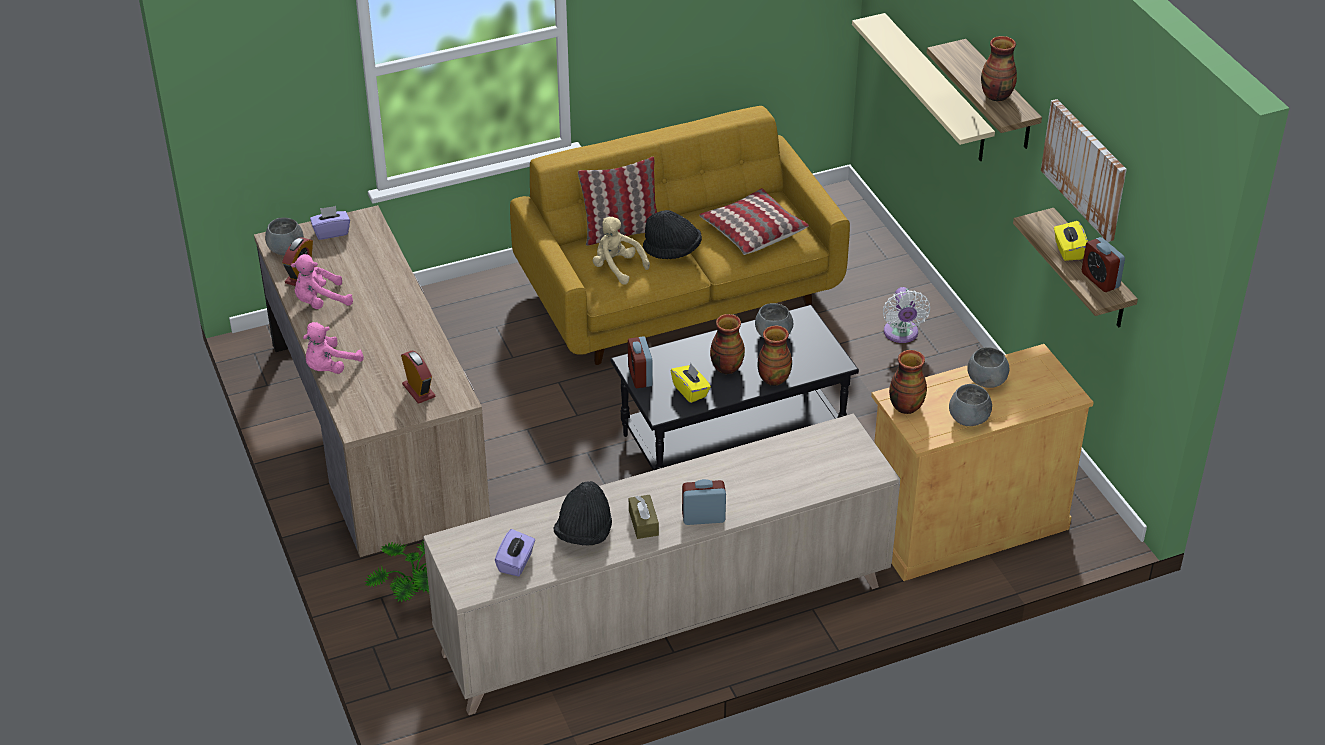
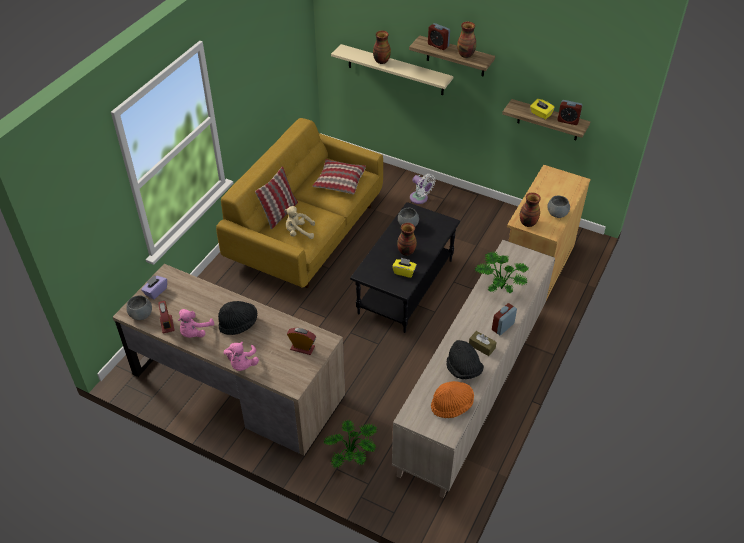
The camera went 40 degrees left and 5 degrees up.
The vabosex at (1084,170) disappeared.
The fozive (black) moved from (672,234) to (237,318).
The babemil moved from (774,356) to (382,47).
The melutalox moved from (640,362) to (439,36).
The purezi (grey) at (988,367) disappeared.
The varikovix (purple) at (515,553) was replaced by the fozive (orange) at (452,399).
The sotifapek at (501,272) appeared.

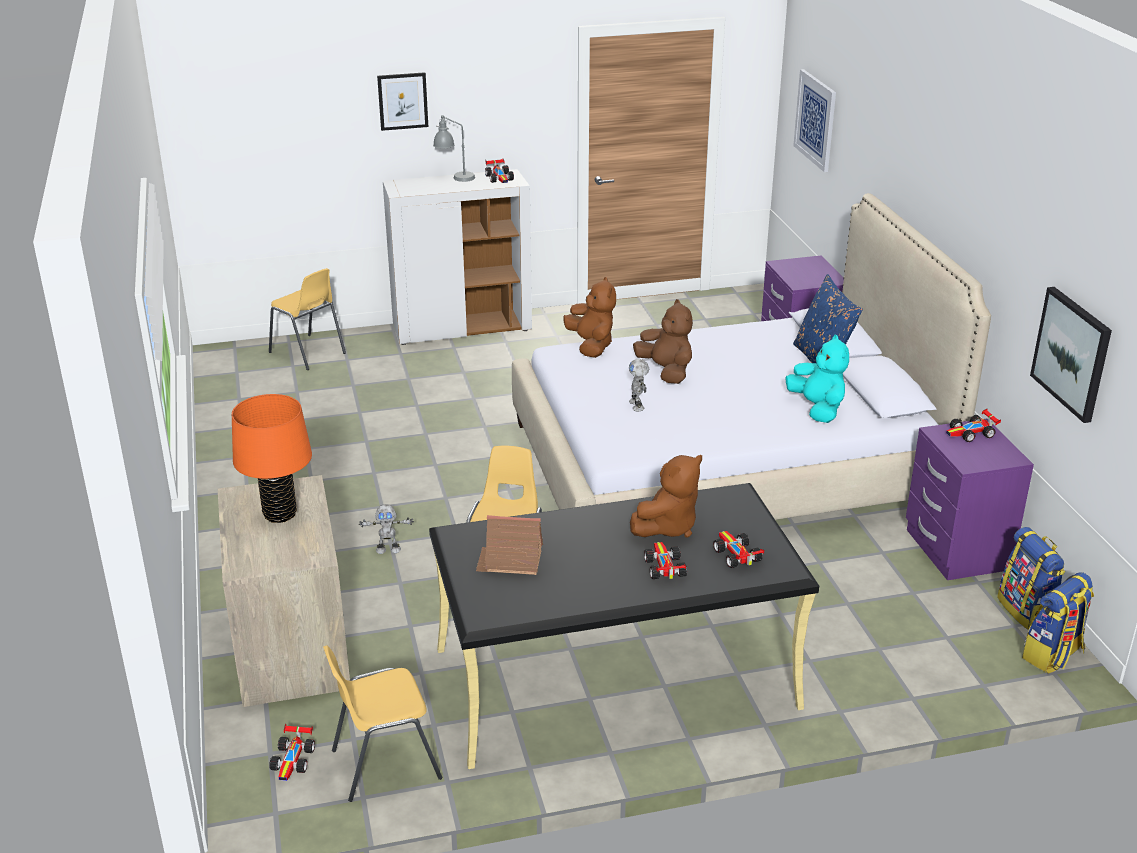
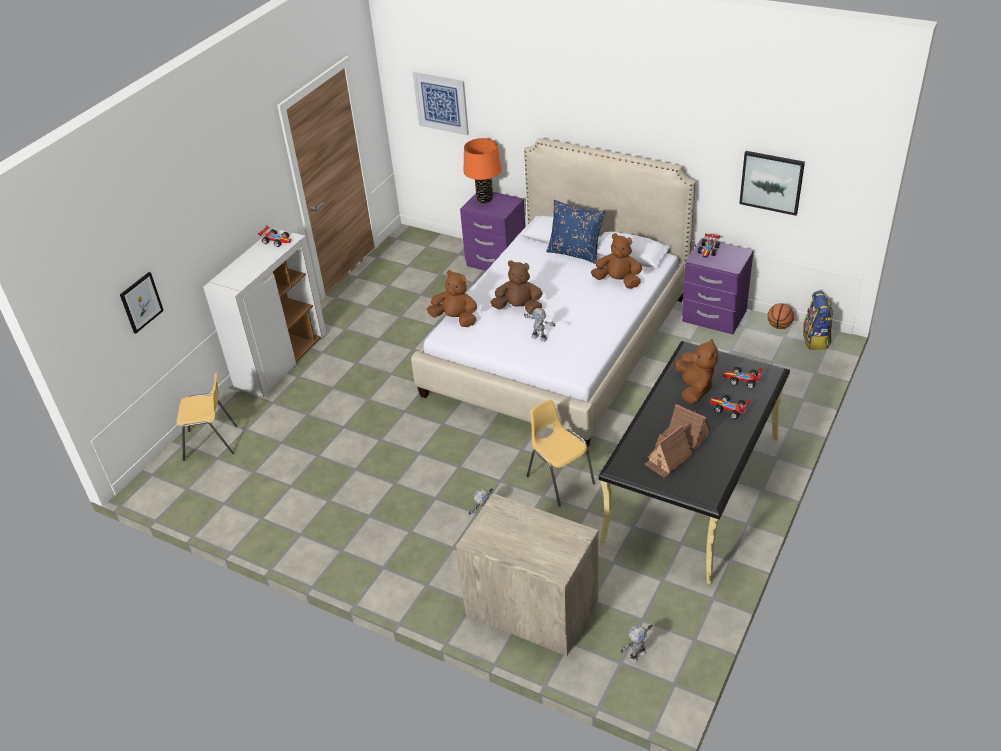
The camera went 45 degrees left and 10 degrees up.
The vabosex moved from (402,101) to (142,303).
The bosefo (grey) at (454,148) disappeared.
The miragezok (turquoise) at (817,379) became the miragezok (brown) at (616,261).
The bosefo (orange) moved from (272,458) to (483,170).
The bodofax at (1031,578) was replaced by the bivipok at (780,316).
The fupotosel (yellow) at (382,723) disappeared.
The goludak at (292,752) was replaced by the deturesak at (637,643).
The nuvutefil at (686,427) appeared.

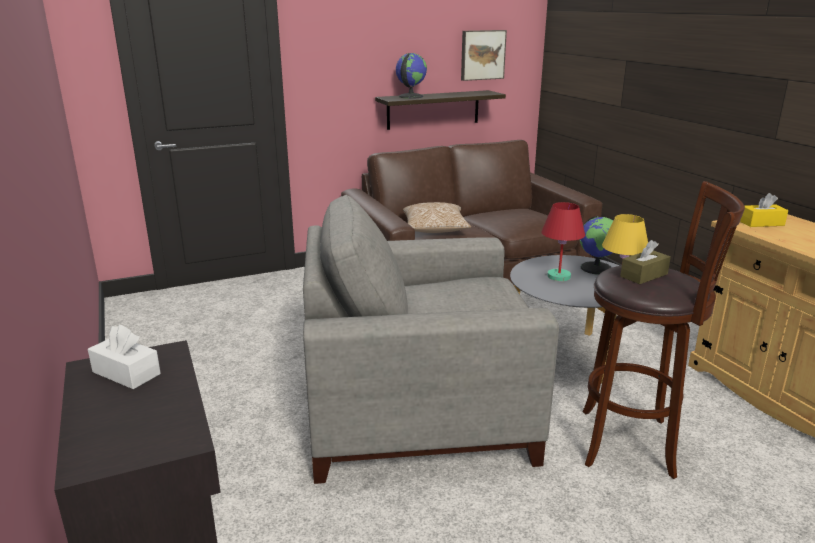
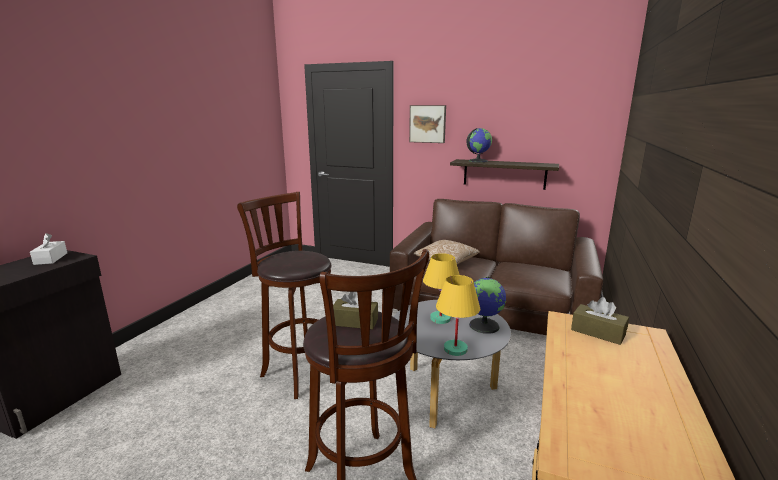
The camera went 45 degrees right and 5 degrees down.
The vabosex moved from (484,55) to (427,124).
The varikovix (yellow) at (764,210) became the varikovix (brown) at (600,321).
The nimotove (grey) at (431,339) was replaced by the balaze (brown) at (284,295).
The bosefo (red) at (563,241) became the bosefo (yellow) at (441,288).

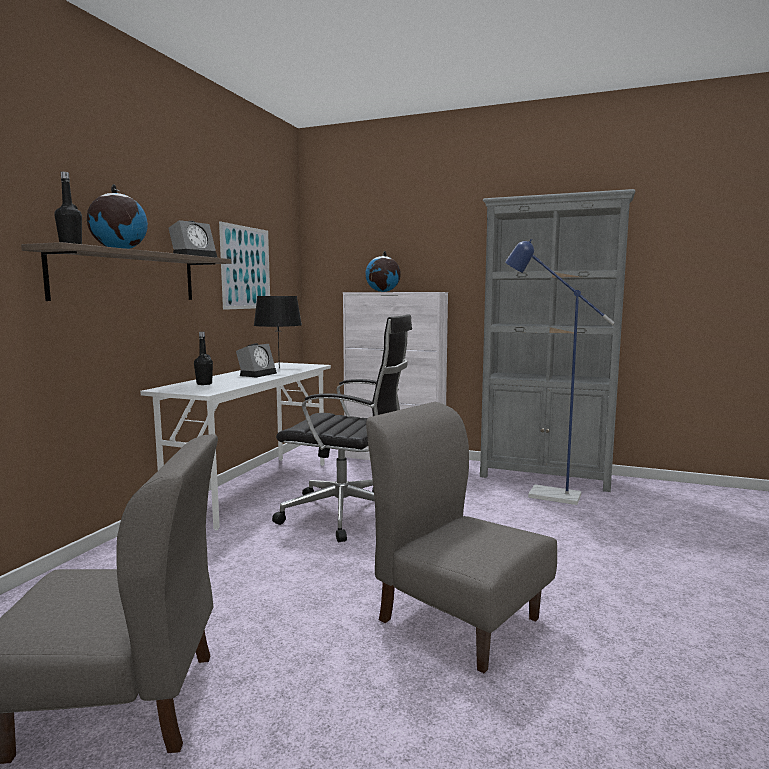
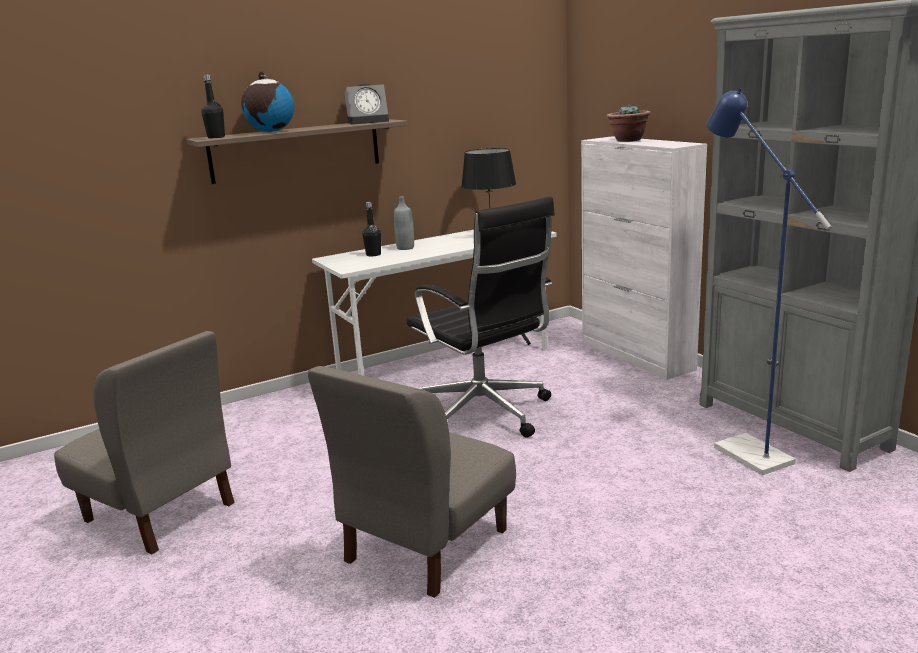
The camera went 40 degrees right and 10 degrees up.
The vabosex at (244,265) disappeared.
The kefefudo at (383,271) was replaced by the sotifapek at (628,123).
The melutalox at (256,360) disappeared.
The fupotosel (grey) at (461,537) turned 135 degrees counterclockwise.
The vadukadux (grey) at (404,223) appeared.

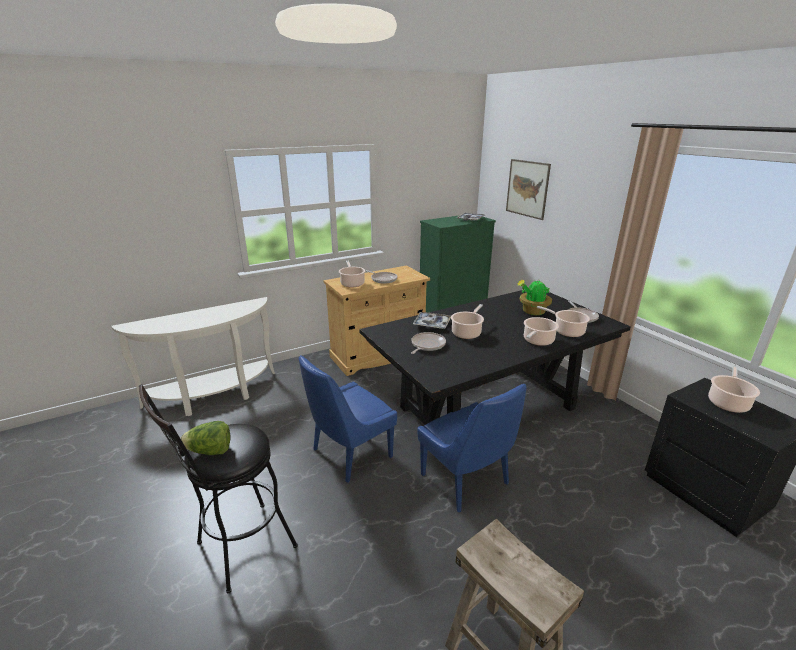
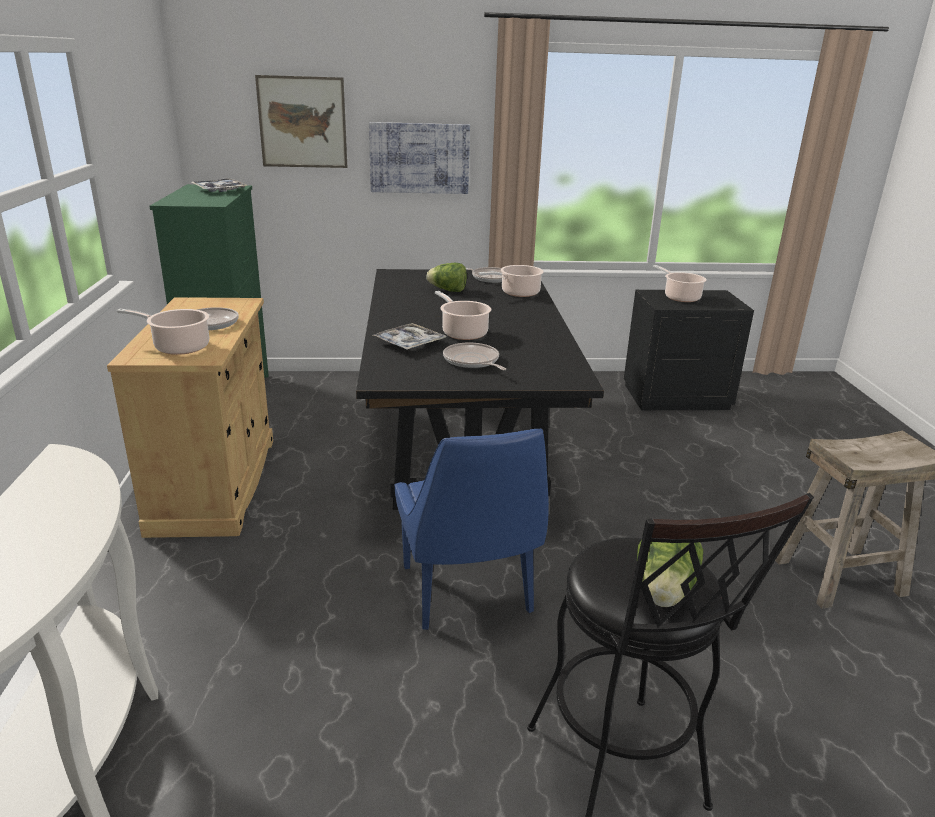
The camera went 65 degrees left and 0 degrees up.
The sotifapek at (535,296) was replaced by the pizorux at (447,277).
The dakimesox at (541,331) disappeared.
The fupotosel (blue) at (472,448) disappeared.
The vabosex at (419,158) appeared.

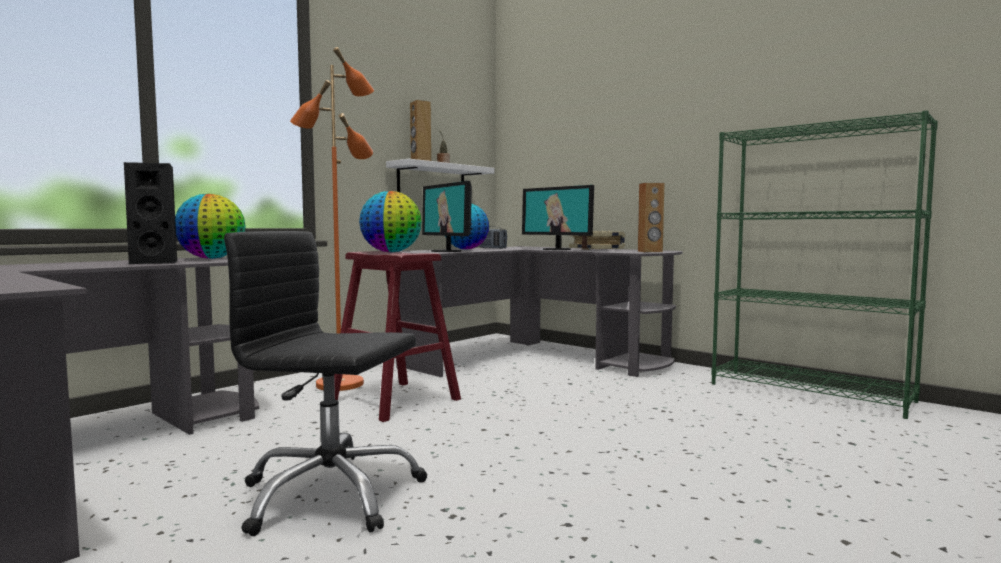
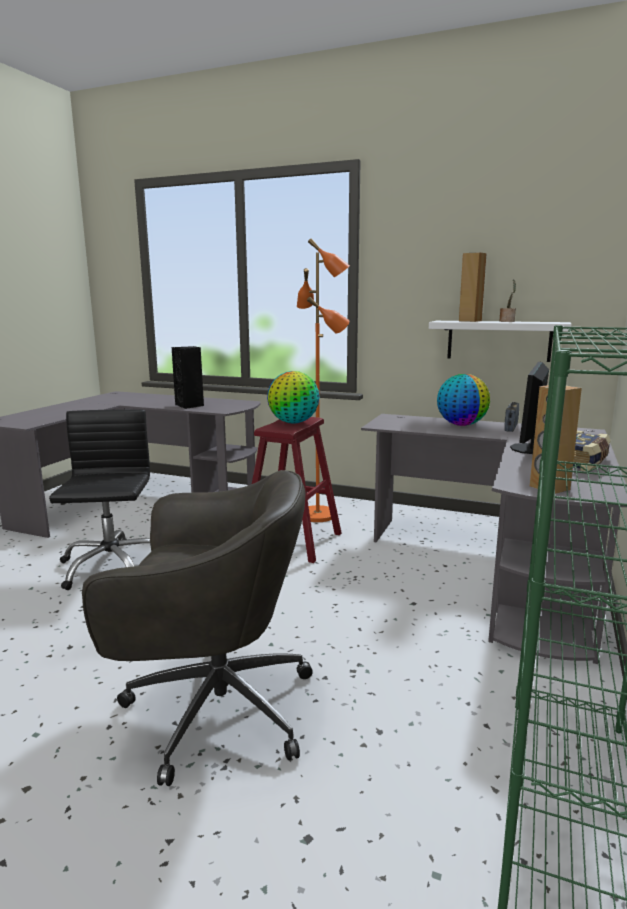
The camera went 70 degrees right and 10 degrees up.
The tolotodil at (447,216) disappeared.
The kefefudo at (210,226) disappeared.
The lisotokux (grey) at (197,628) appeared.

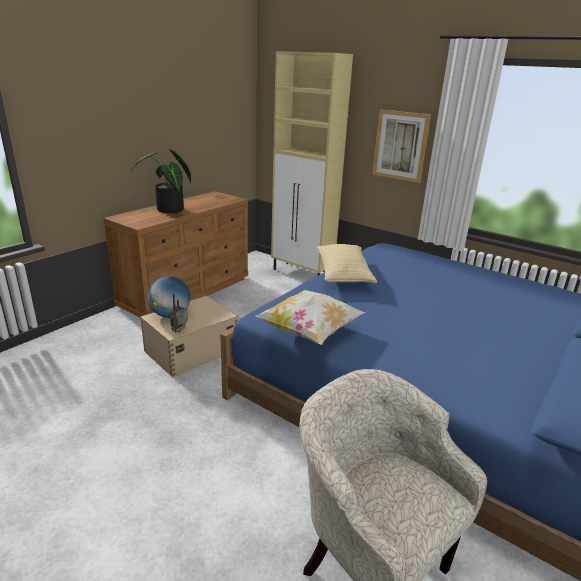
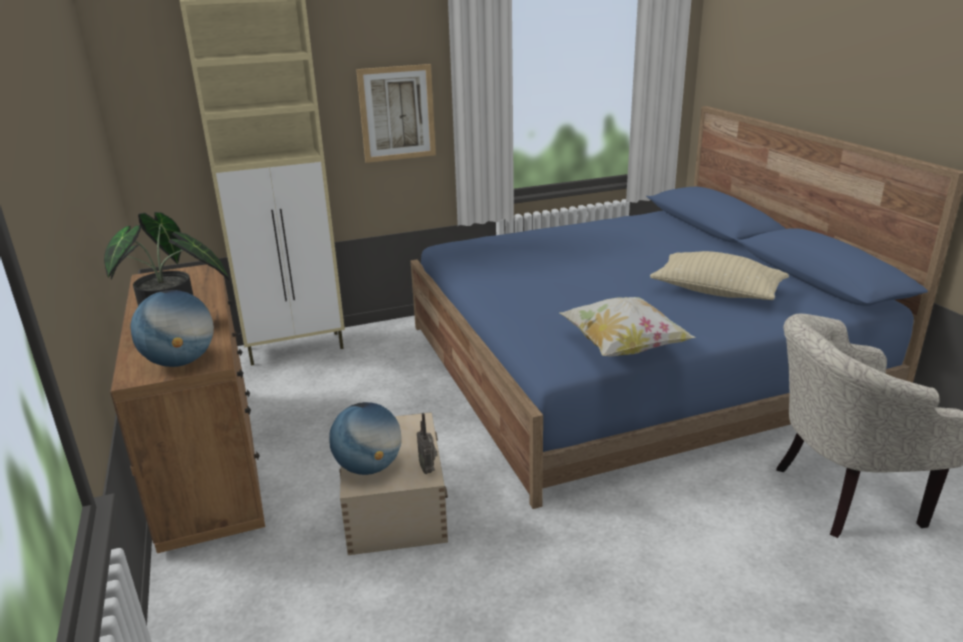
The camera went 55 degrees left and 0 degrees up.
The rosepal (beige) moved from (347,263) to (719,275).
The kefefudo at (172,328) appeared.

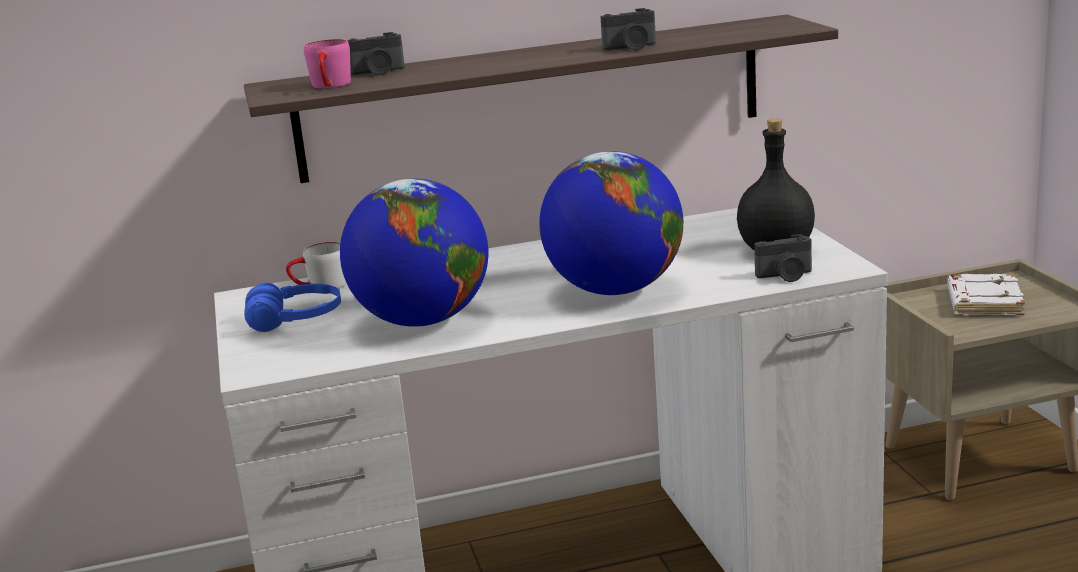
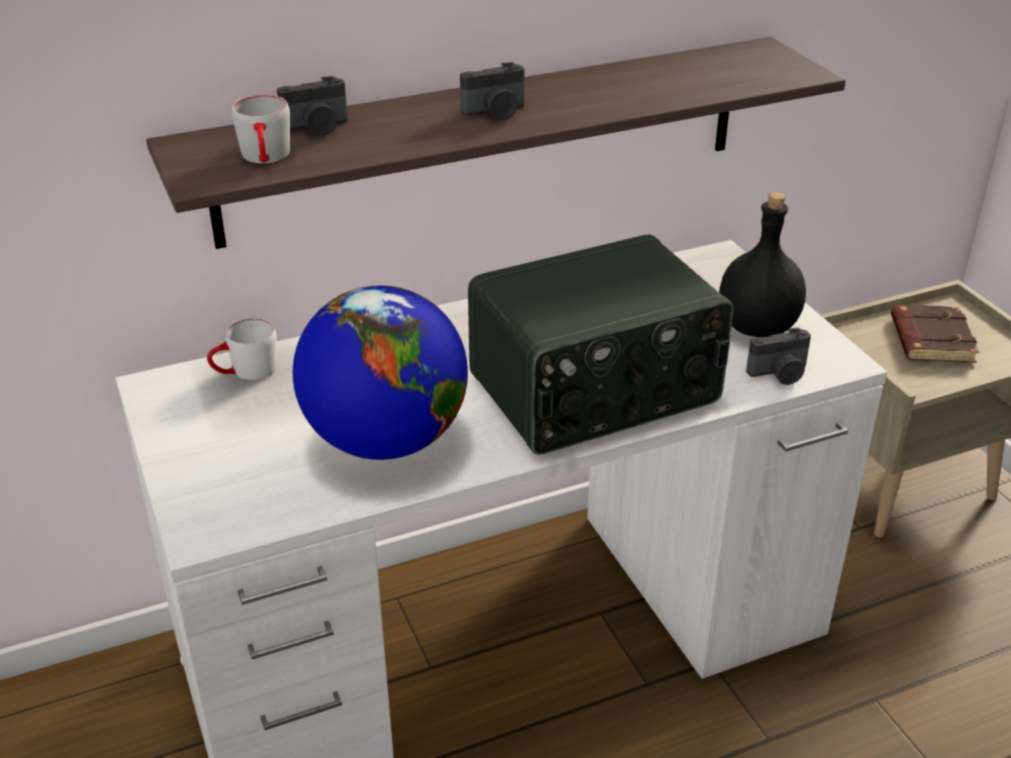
The camera went 10 degrees left and 15 degrees up.
The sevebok moved from (628,29) to (492,91).
The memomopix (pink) at (327,64) became the memomopix (grey) at (261,129).
The kefefudo at (611,223) was replaced by the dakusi at (600,344).
The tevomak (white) at (986,294) became the tevomak (brown) at (935,334).
The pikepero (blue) at (292,307) disappeared.

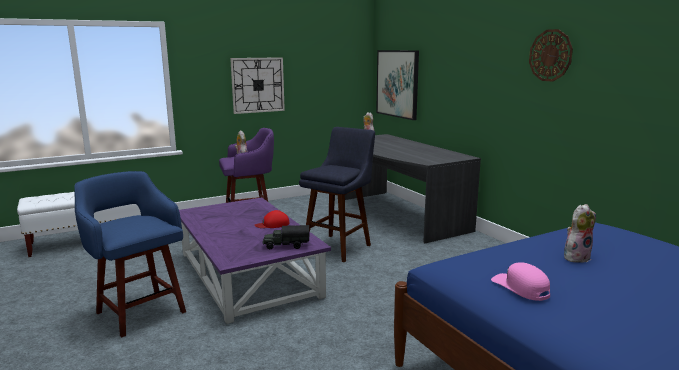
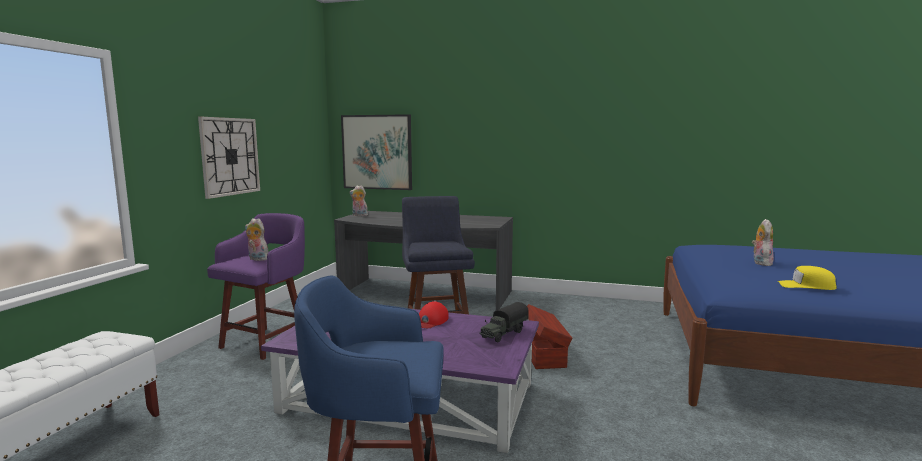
The camera went 45 degrees left and 5 degrees down.
The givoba at (551,55) disappeared.
The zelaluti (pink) at (520,281) became the zelaluti (yellow) at (807,278).
The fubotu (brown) at (550,336) appeared.

